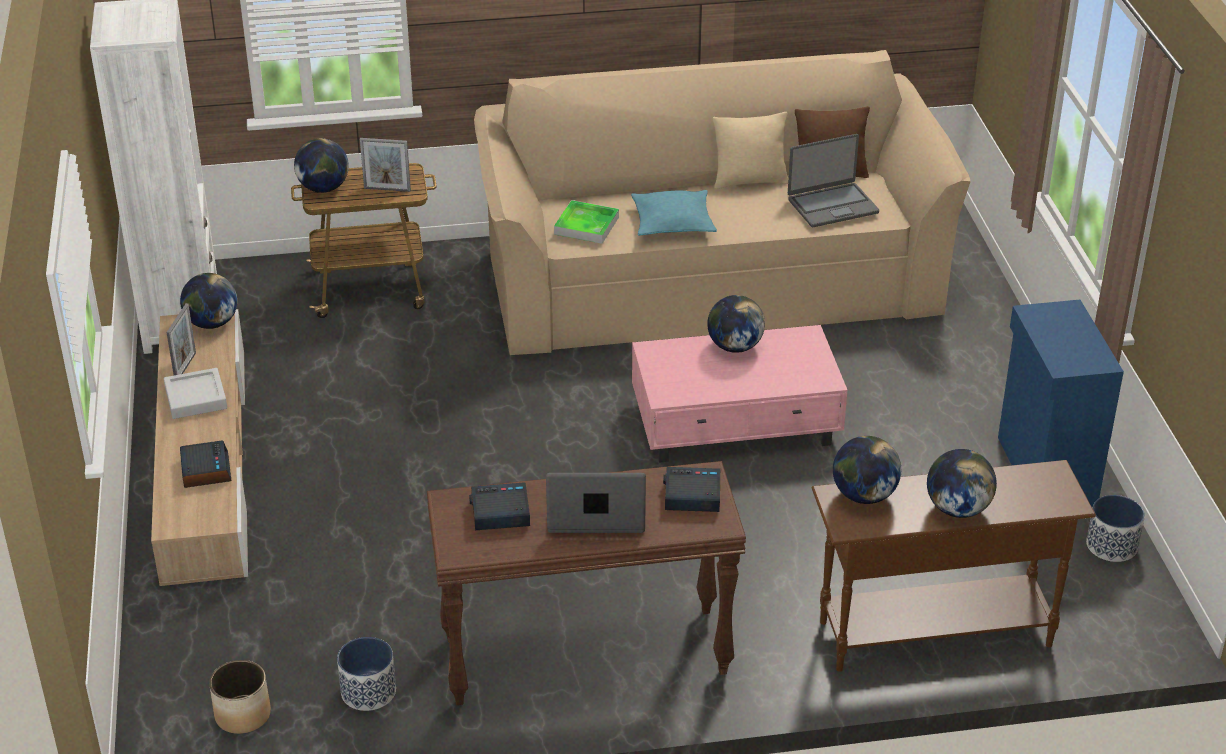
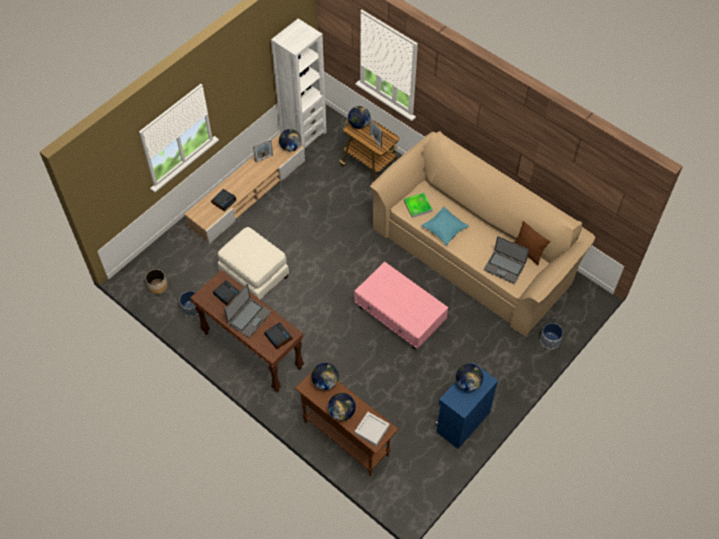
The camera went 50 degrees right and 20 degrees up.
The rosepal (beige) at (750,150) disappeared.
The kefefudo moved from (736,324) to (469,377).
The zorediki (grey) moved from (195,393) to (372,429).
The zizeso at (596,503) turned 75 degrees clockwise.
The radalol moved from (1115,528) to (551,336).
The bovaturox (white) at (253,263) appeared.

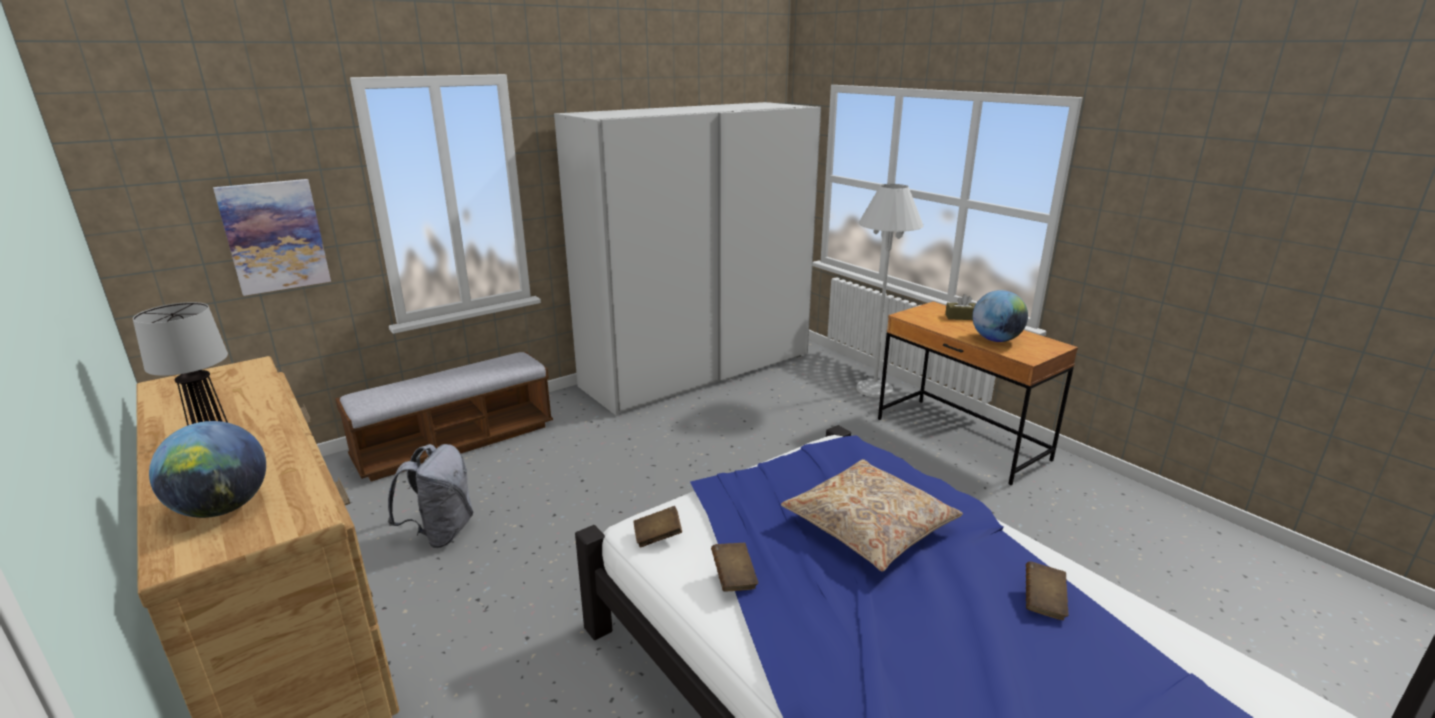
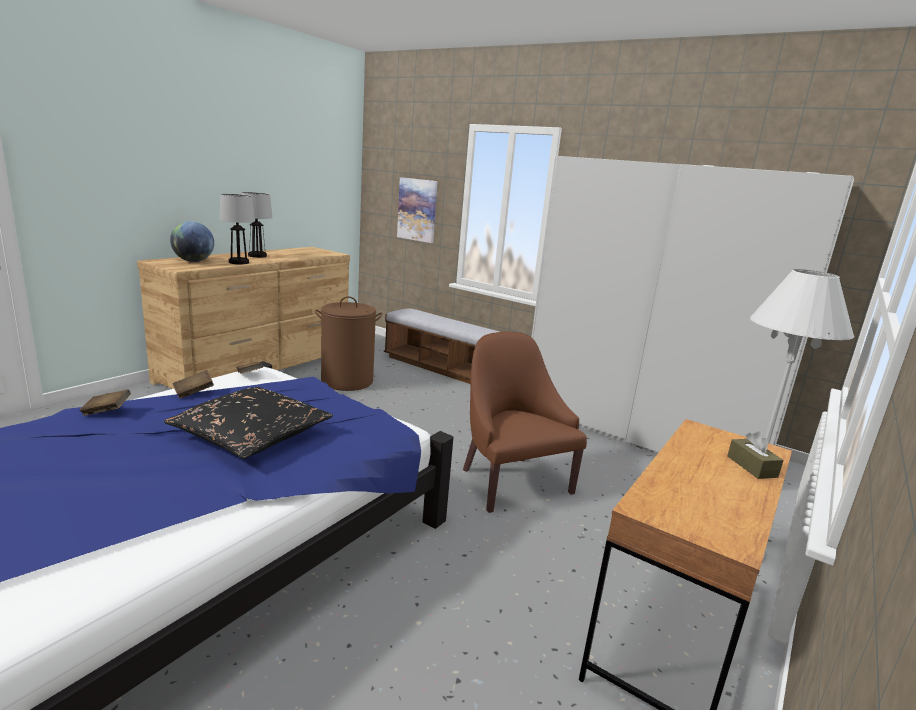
The camera went 70 degrees right and 5 degrees down.
The kefefudo at (1000,316) disappeared.
The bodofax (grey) at (430,496) was replaced by the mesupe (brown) at (349,343).
The rosepal (beige) at (872,515) became the rosepal (black) at (248,422).
The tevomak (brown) moved from (1047,591) to (105,402).
The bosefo at (237,229) appeared.
The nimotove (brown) at (525,422) appeared.

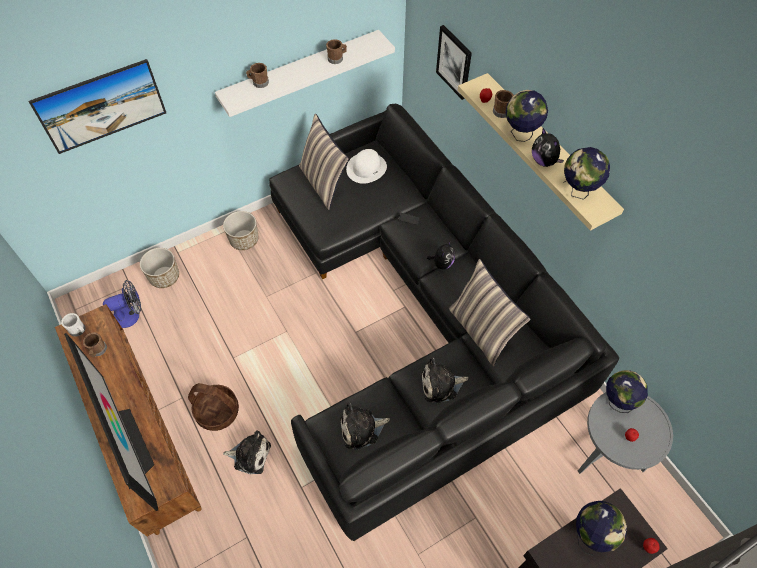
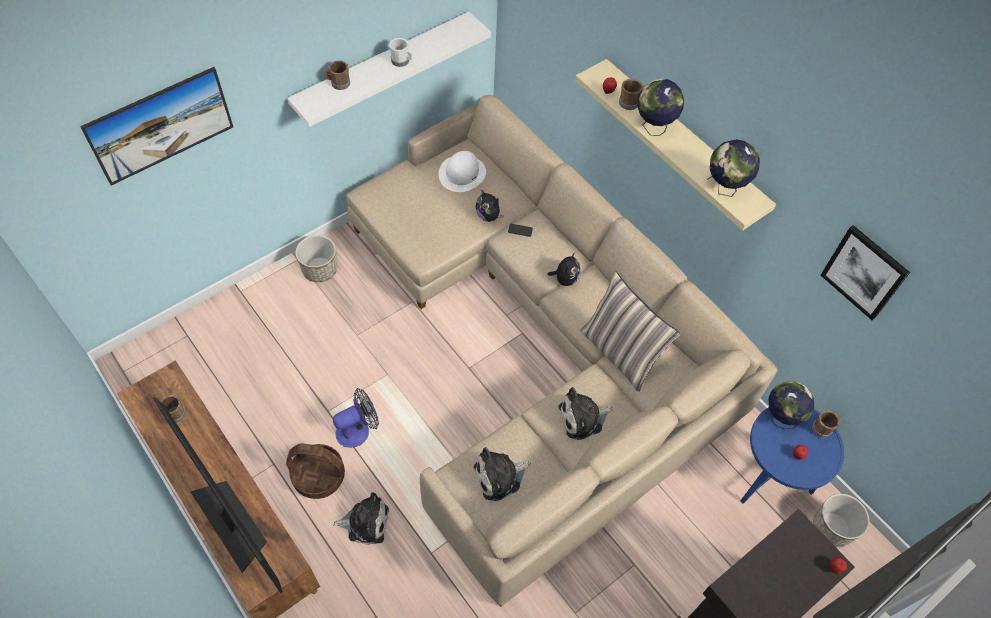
The camera went 10 degrees left and 0 degrees up.
The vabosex moved from (454,62) to (865,272).
The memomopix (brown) moved from (336,51) to (826,424).
The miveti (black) at (444,322) became the miveti (beige) at (562,351).
The rosepal at (324,162) disappeared.
The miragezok moved from (548,147) to (489,205).
The radalol moved from (159,268) to (841,520).
The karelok moved from (122,304) to (356,418).
The memomopix (white) moved from (73,325) to (401,52).
The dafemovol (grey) at (625,433) became the dafemovol (blue) at (792,455).
The kefefudo at (601,528) disappeared.

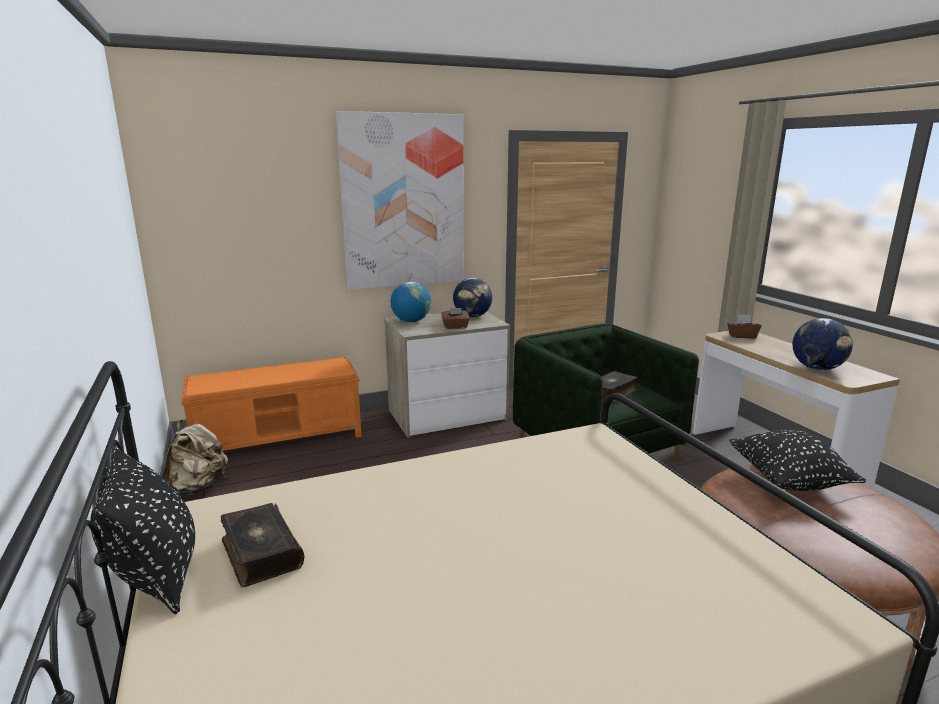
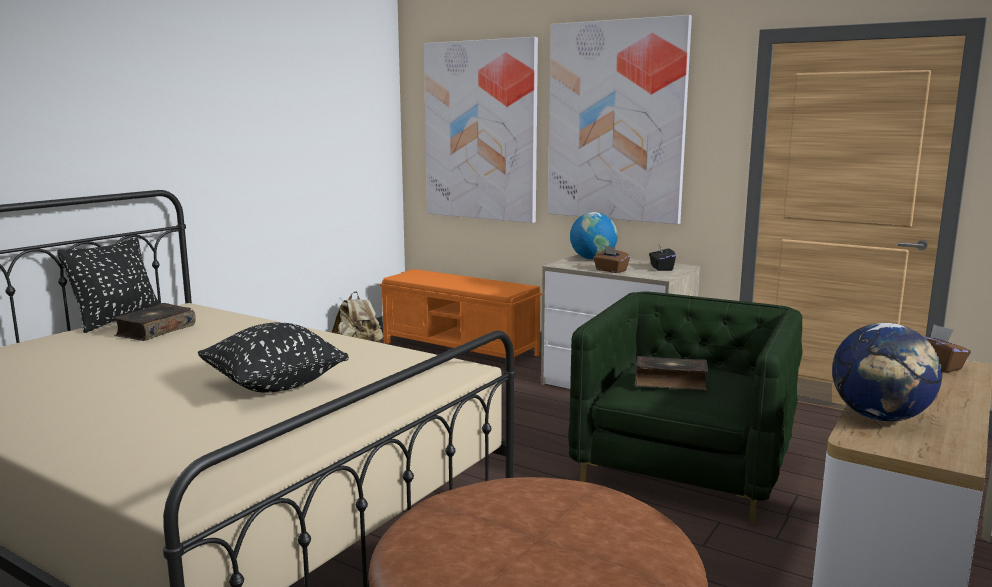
The camera went 55 degrees right and 5 degrees down.
The kefefudo at (472,297) was replaced by the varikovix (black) at (662,257).
The rosepal (black) moved from (797,460) to (273,357).
The vabosex at (481,130) appeared.

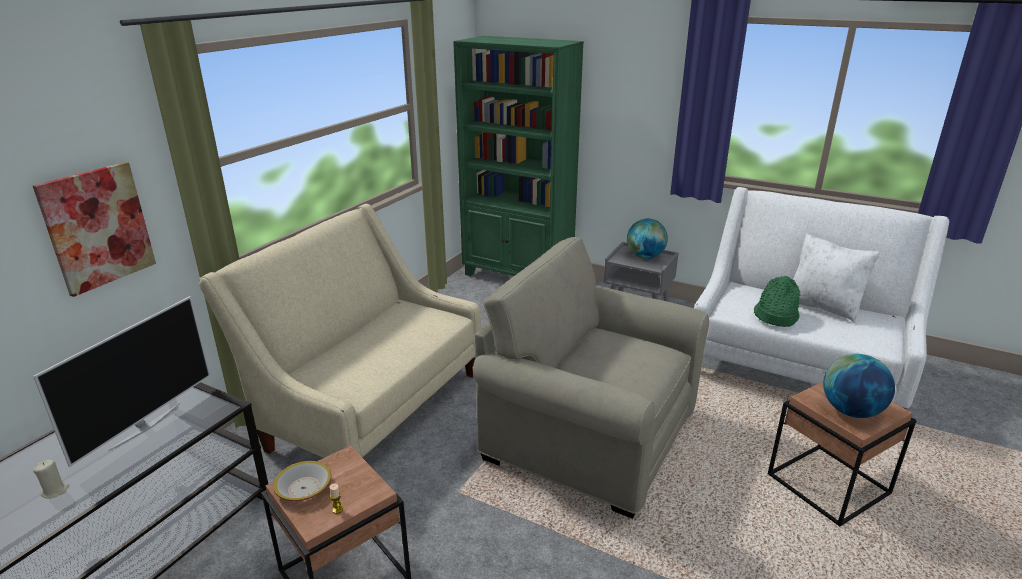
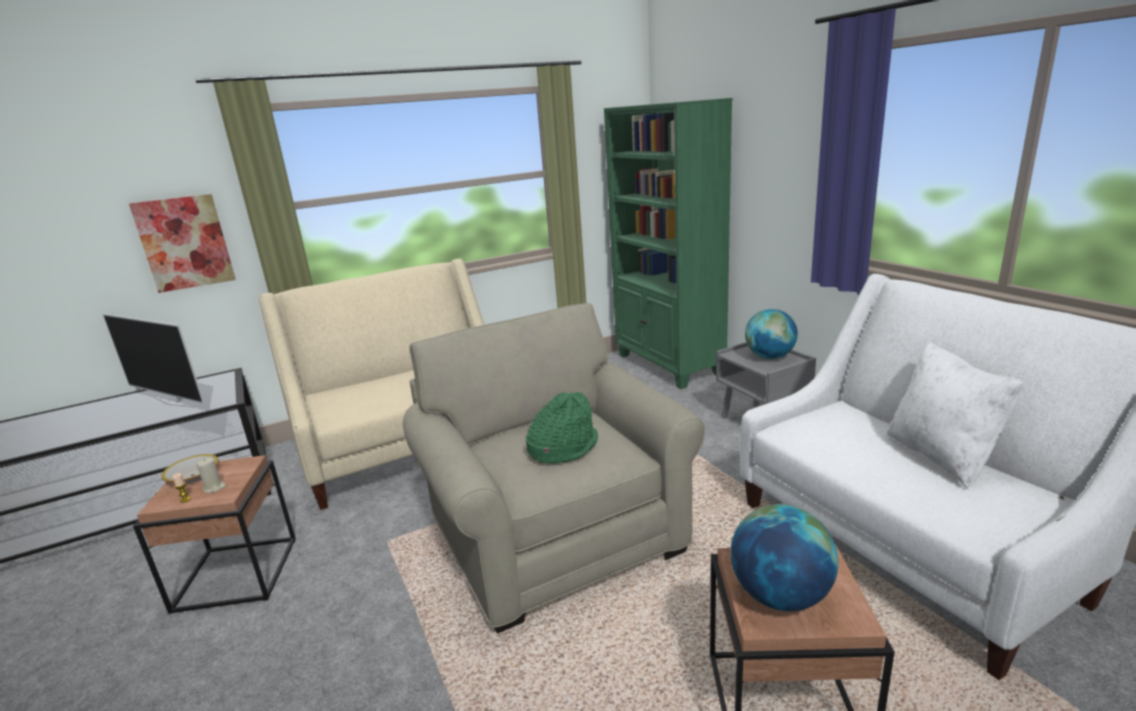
The camera went 35 degrees right and 5 degrees down.
The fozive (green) moved from (777,301) to (562,428).
The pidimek at (122,381) turned 60 degrees clockwise.
The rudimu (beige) moved from (51,479) to (211,475).

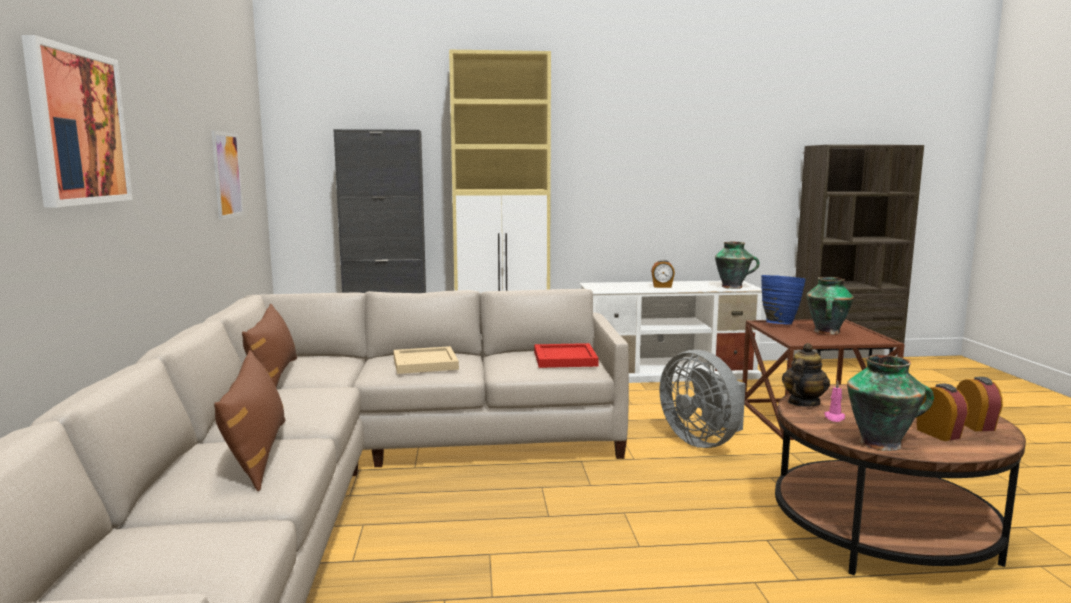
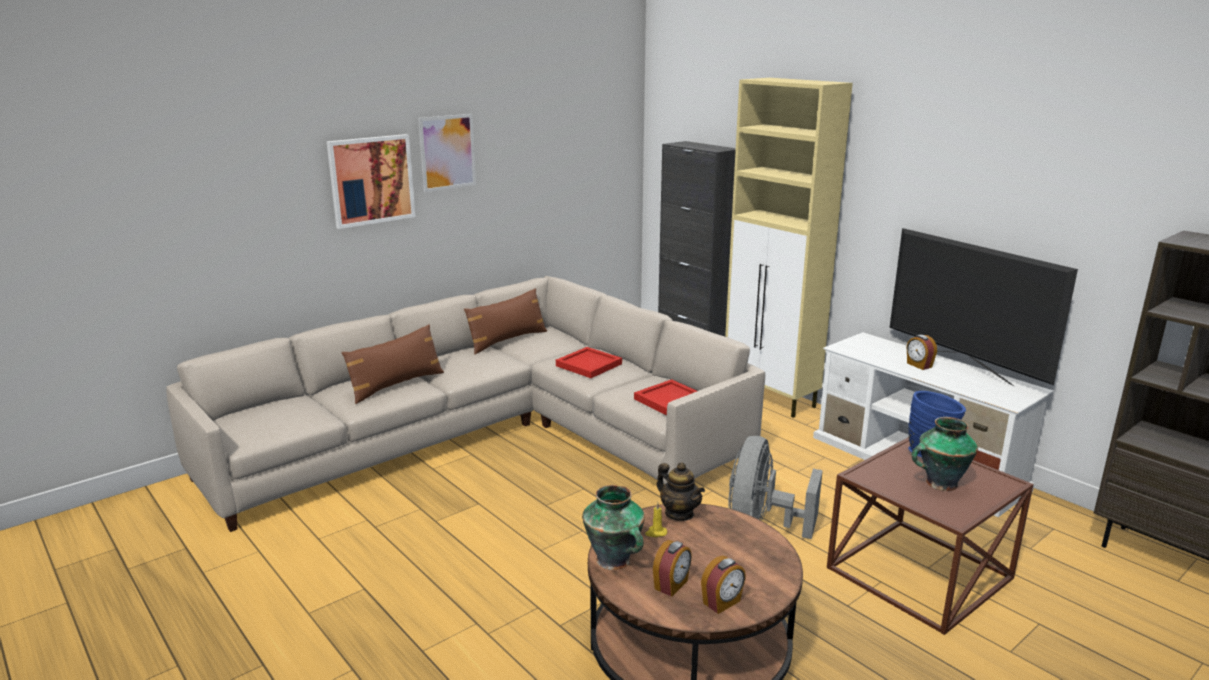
The camera went 55 degrees right and 10 degrees up.
The vabosex moved from (228,175) to (447,153).
The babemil at (737,265) disappeared.
The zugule at (806,375) turned 45 degrees clockwise.
The zorediki (beige) at (426,360) became the zorediki (red) at (589,362).
The rudimu (pink) at (834,401) became the rudimu (yellow) at (656,519).
The pidimek at (984,307) appeared.

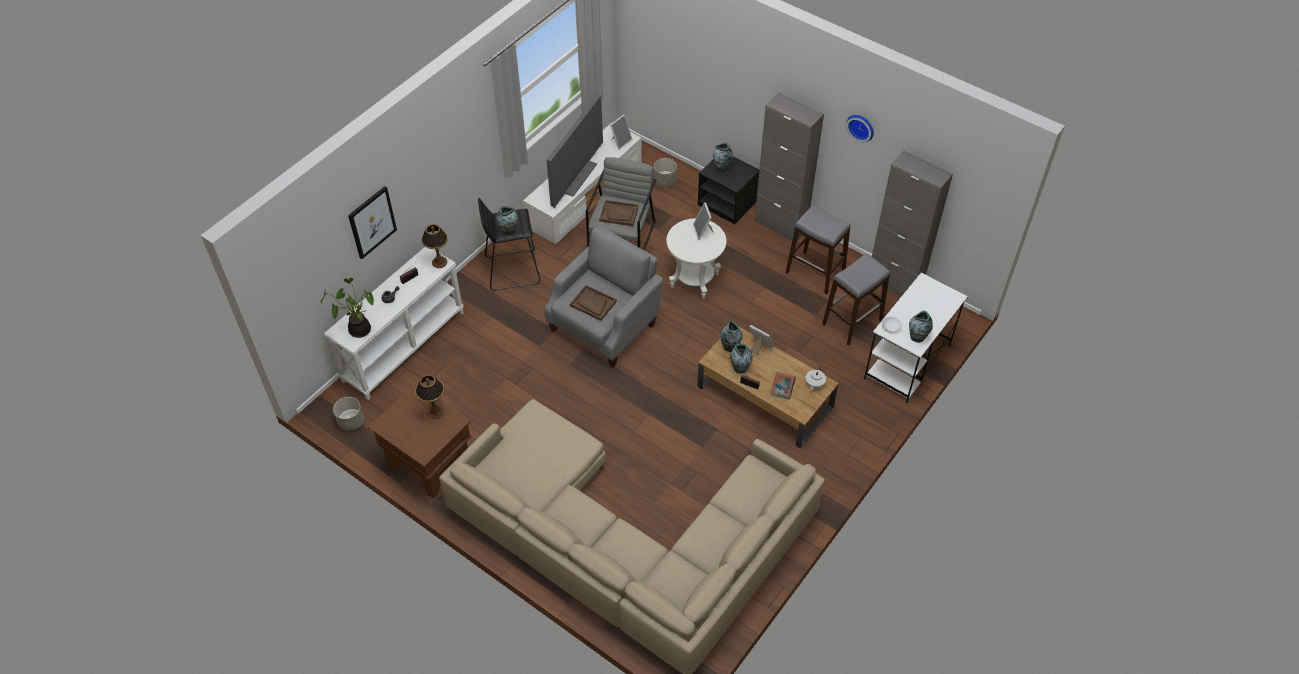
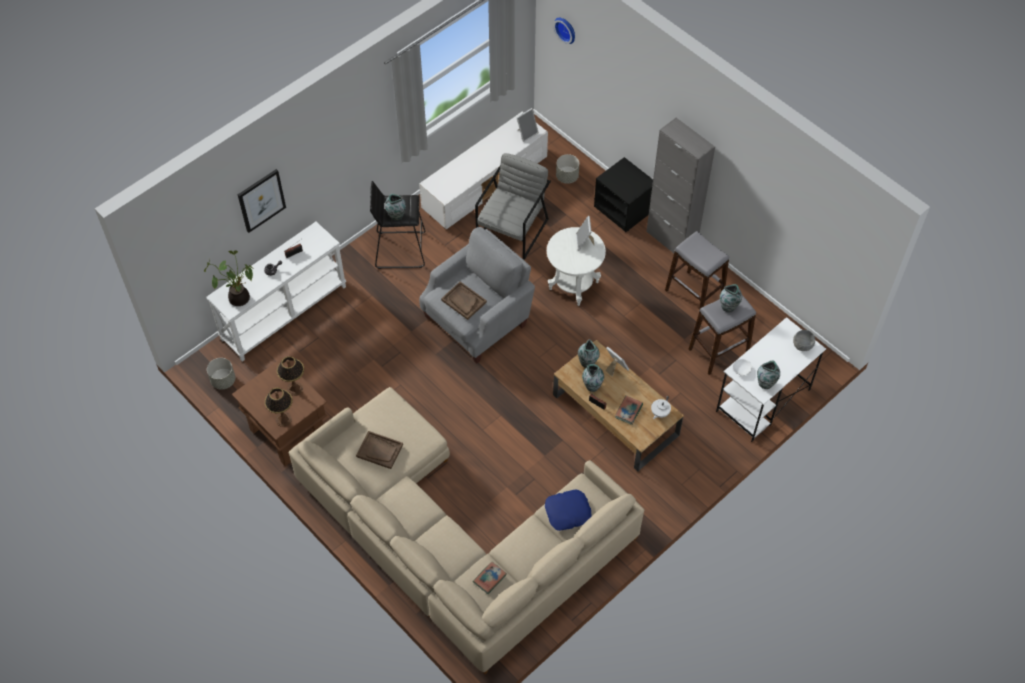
The camera went 10 degrees right and 5 degrees up.
The pidimek at (575,151) disappeared.
The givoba moved from (860,128) to (564,31).
The babemil moved from (723,157) to (731,298).
The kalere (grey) at (912,224) disappeared.
The zorediki (brown) moved from (619,213) to (379,450).
The bosefo moved from (434,246) to (279,407).
The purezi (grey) at (804,340) appeared.
The rosepal (blue) at (568,510) appeared.
The tevomak at (490,577) appeared.

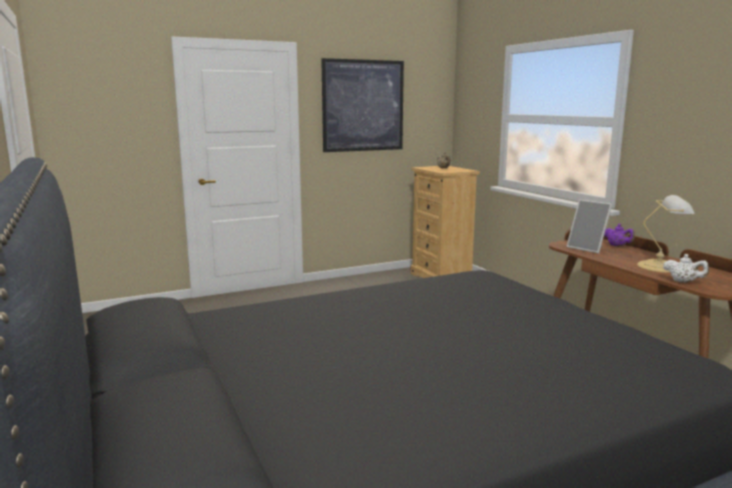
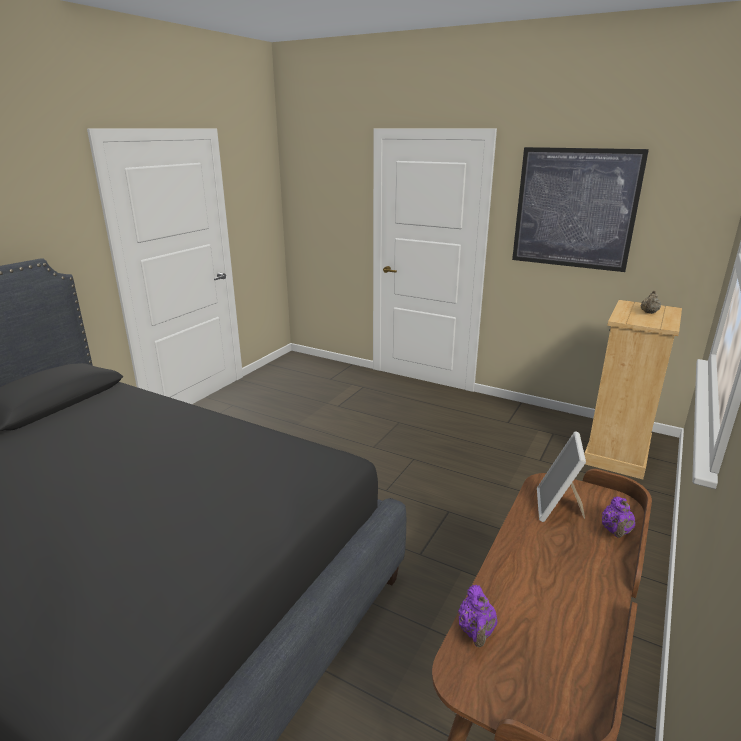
The camera went 55 degrees right and 10 degrees up.
The bosefo at (666,234) disappeared.
The zugule (white) at (686,268) became the zugule (purple) at (478,616).

